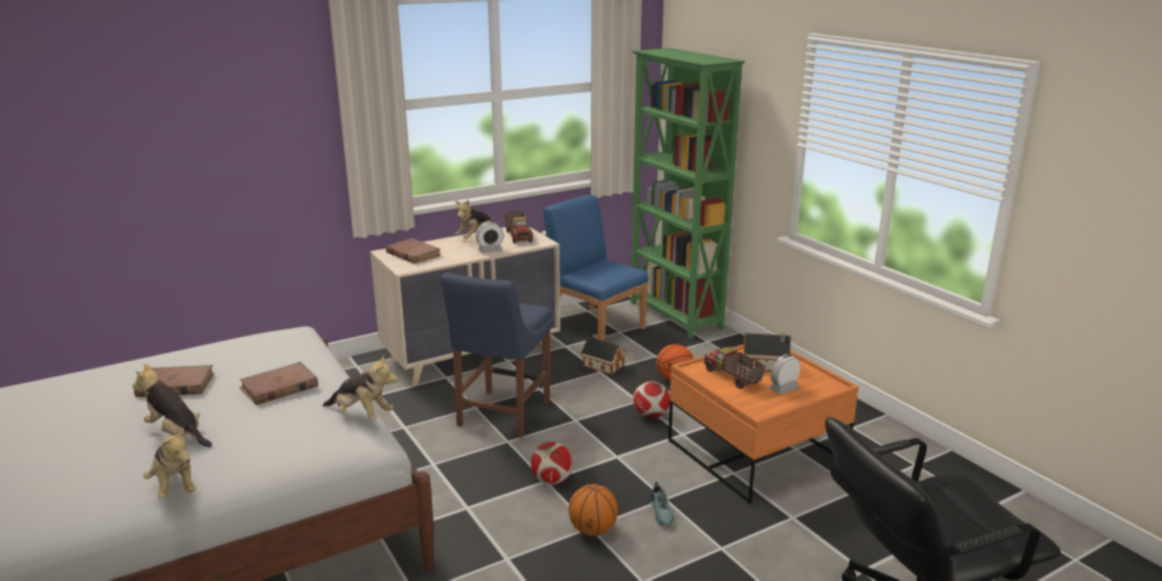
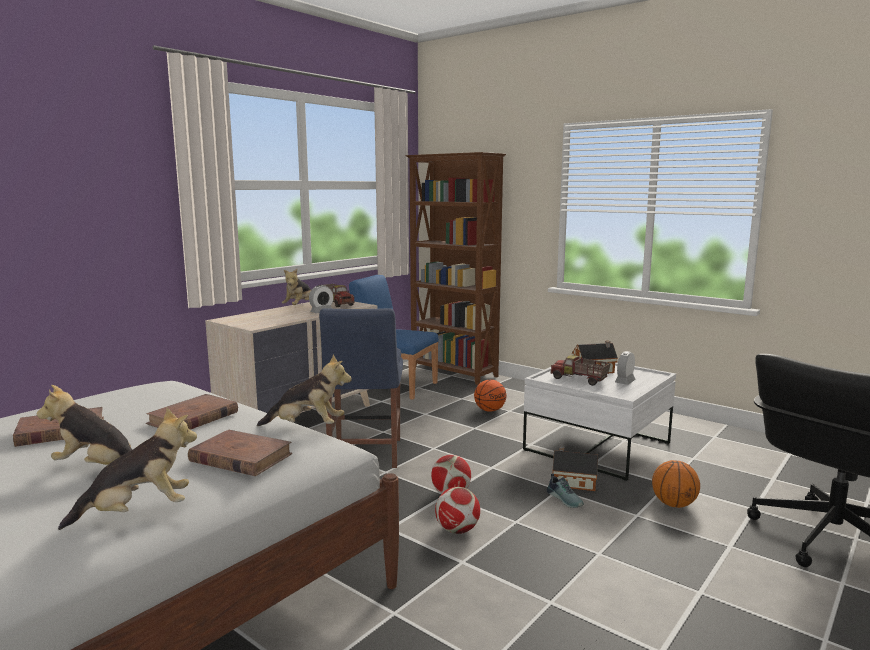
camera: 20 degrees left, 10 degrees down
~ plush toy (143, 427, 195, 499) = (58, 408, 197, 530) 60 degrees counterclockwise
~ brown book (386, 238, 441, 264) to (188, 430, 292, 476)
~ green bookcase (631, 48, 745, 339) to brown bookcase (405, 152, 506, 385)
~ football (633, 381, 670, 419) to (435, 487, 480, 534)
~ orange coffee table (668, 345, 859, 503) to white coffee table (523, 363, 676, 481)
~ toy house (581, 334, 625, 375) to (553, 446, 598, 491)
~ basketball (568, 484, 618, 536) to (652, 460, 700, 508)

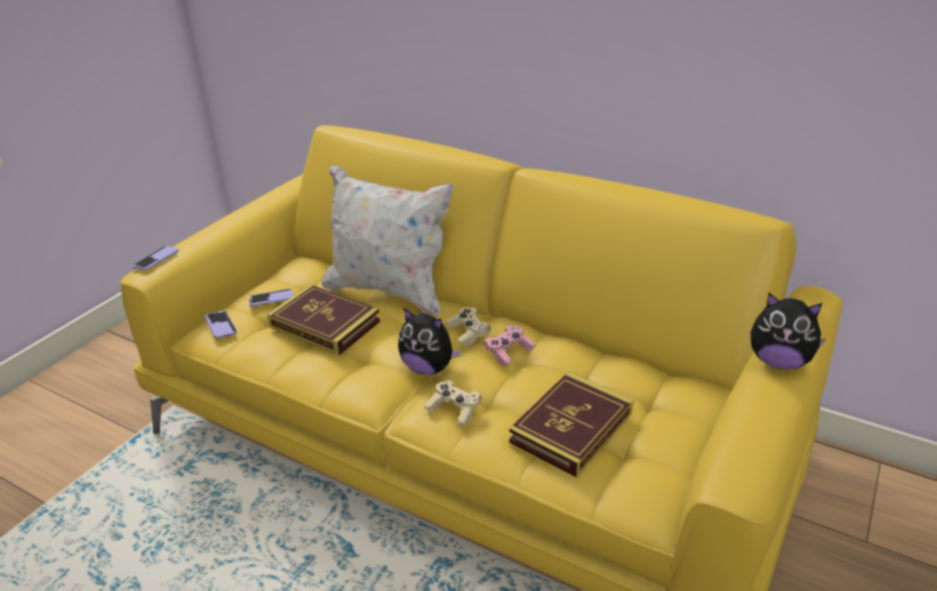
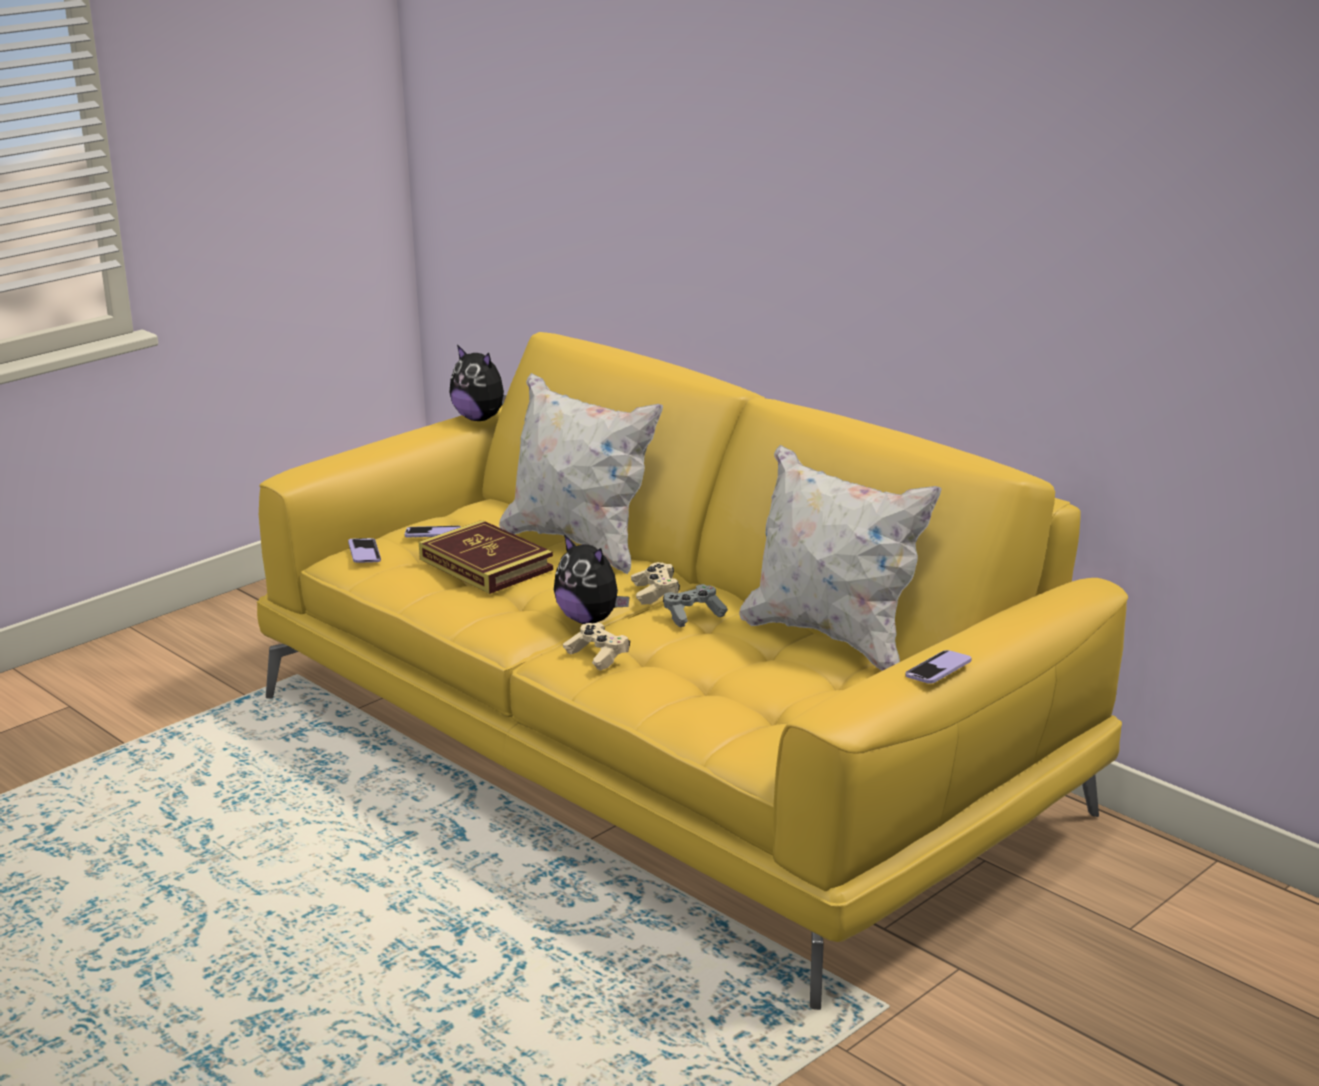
camera: 15 degrees right, 10 degrees down
~ plush toy (750, 293, 826, 369) to (449, 345, 507, 421)
~ pink game controller (484, 325, 536, 367) to grey game controller (663, 584, 728, 627)
+ white pillow (739, 445, 941, 671)
~ phone (132, 246, 179, 271) to (906, 650, 971, 684)
- book (509, 371, 634, 477)

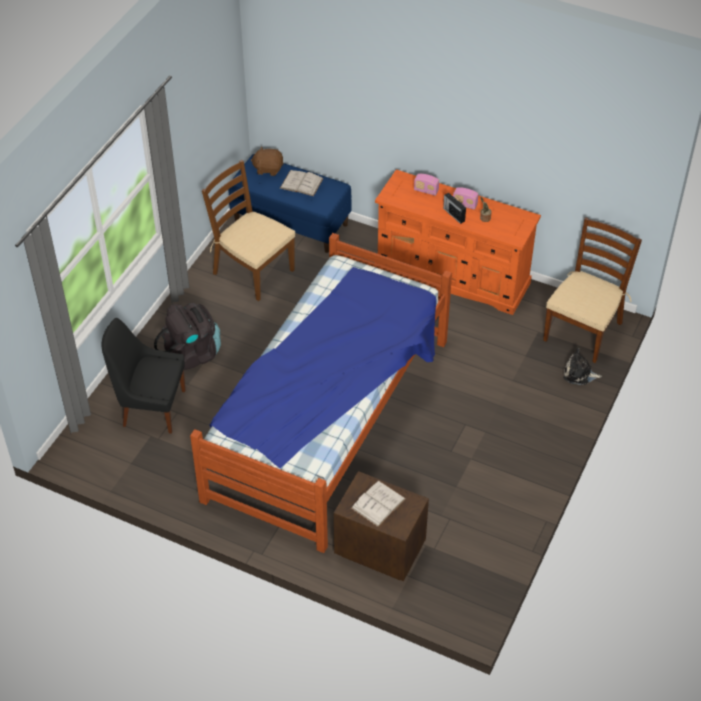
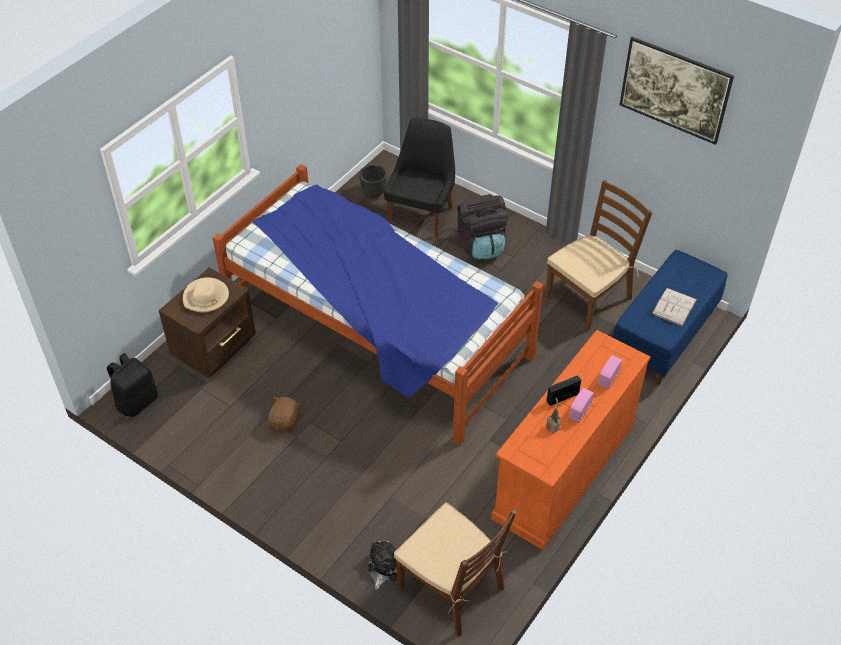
camera: 100 degrees right, 0 degrees up
+ black backpack (107, 353, 158, 417)
~ white book (351, 481, 406, 527) to beige hat (183, 277, 229, 312)
~ brown plush toy (251, 146, 284, 176) to (268, 397, 301, 431)
+ black planter (359, 165, 387, 198)
+ picture (619, 37, 734, 145)

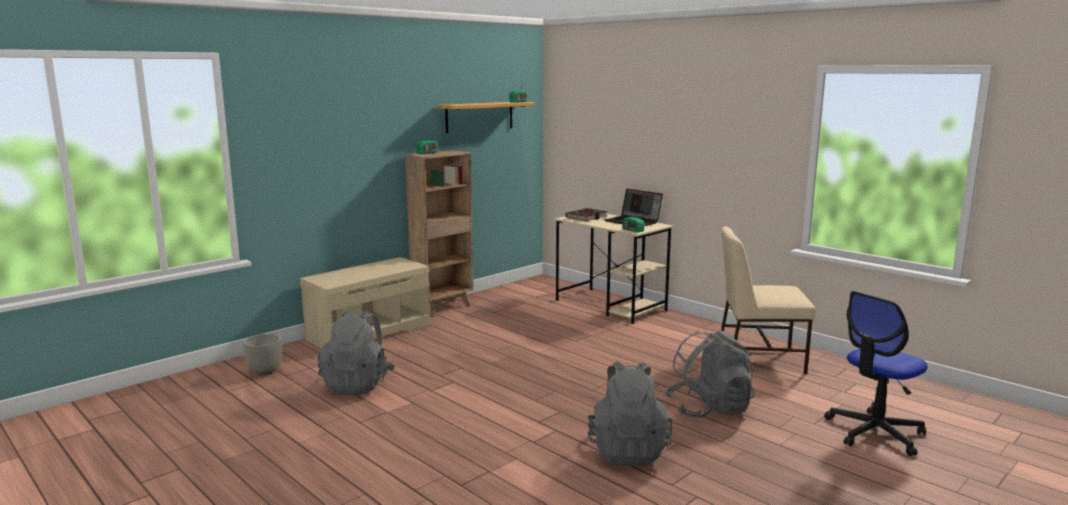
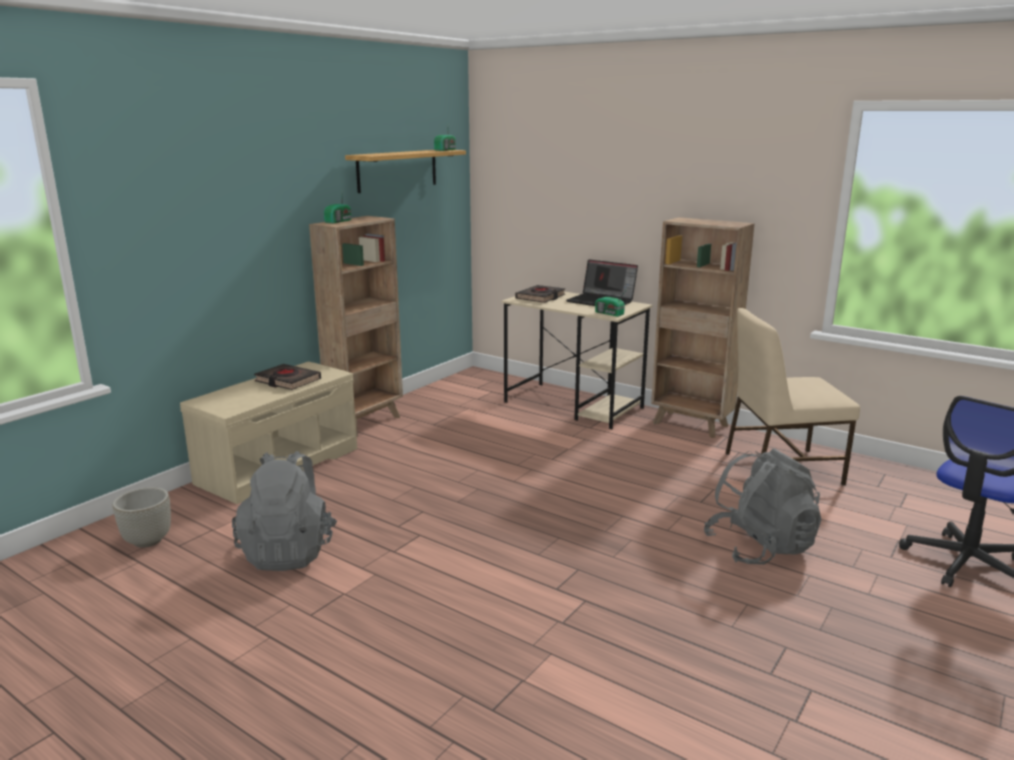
camera: 10 degrees left, 5 degrees up
+ black book (254, 364, 321, 390)
+ brown bookcase (651, 217, 755, 438)
- grey backpack (588, 361, 673, 466)

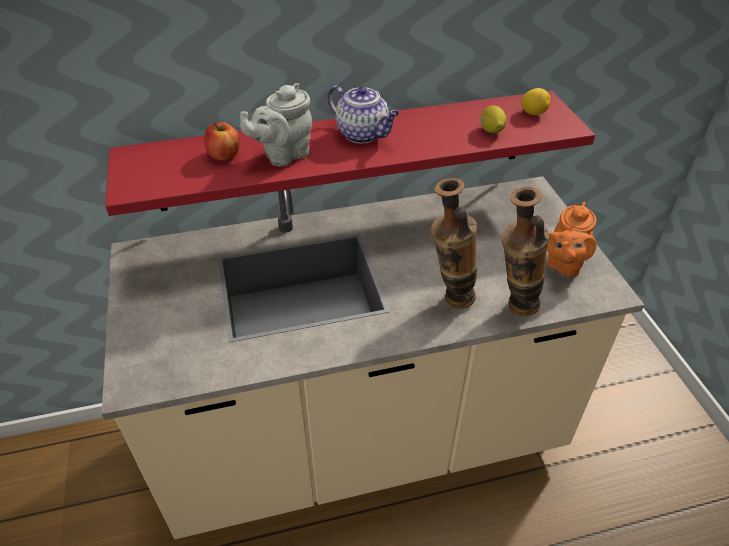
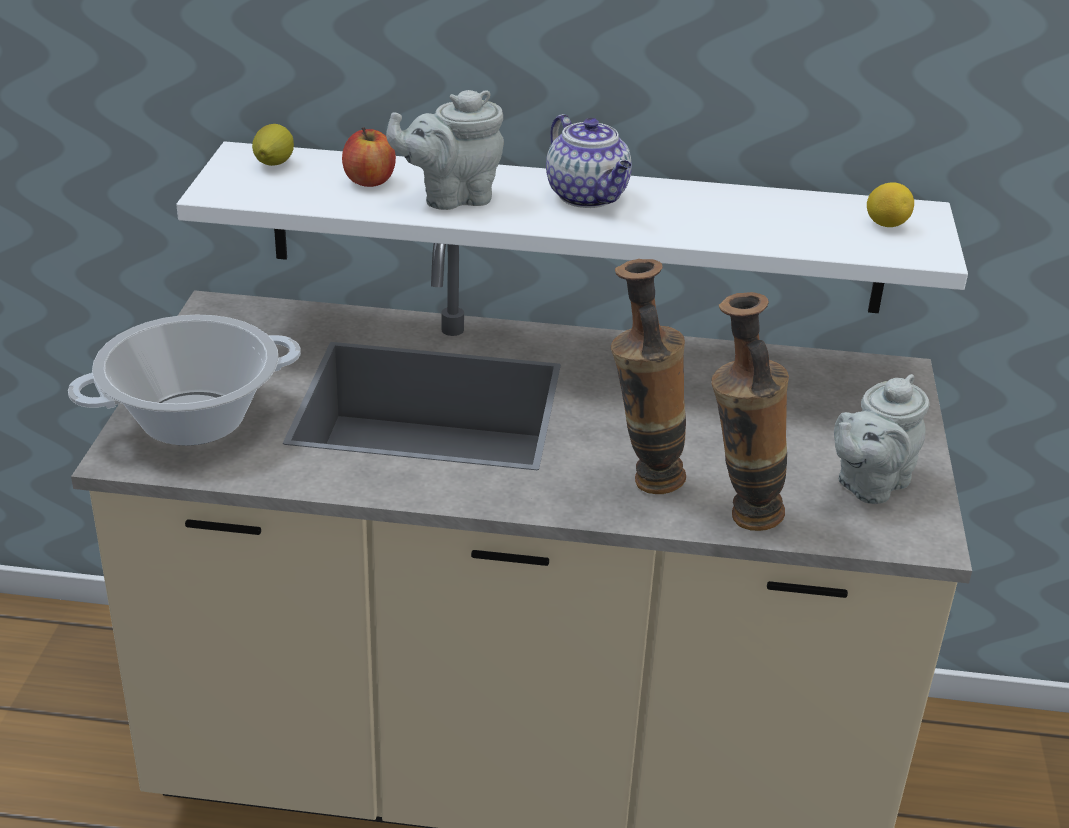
camera: 20 degrees right, 10 degrees down
+ cooking pot (68, 315, 301, 446)
~ red shelf (105, 90, 595, 216) to white shelf (176, 142, 968, 313)
~ lemon (480, 105, 506, 133) to (252, 124, 294, 166)
~ orange teapot (547, 202, 597, 278) to grey teapot (834, 374, 929, 504)

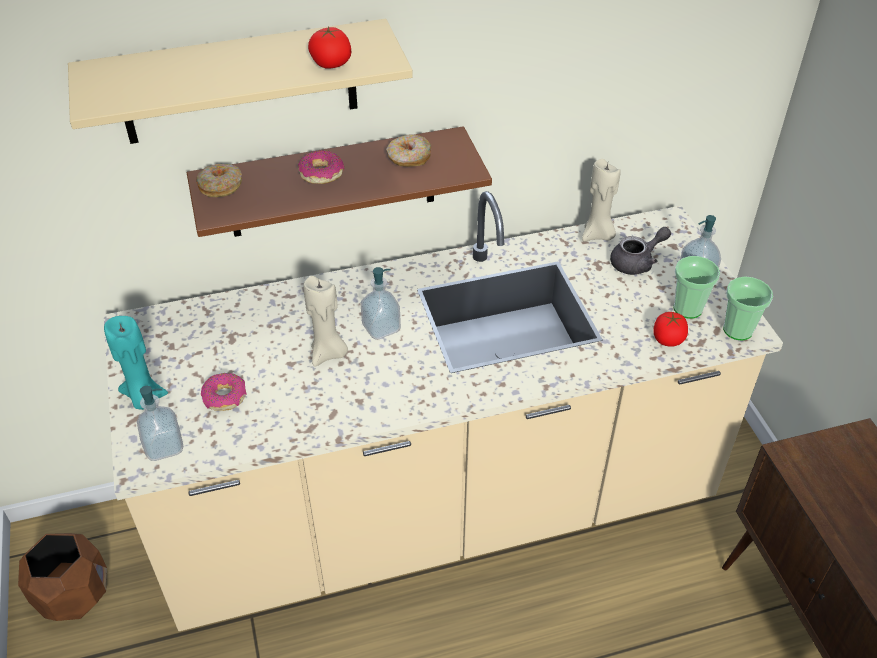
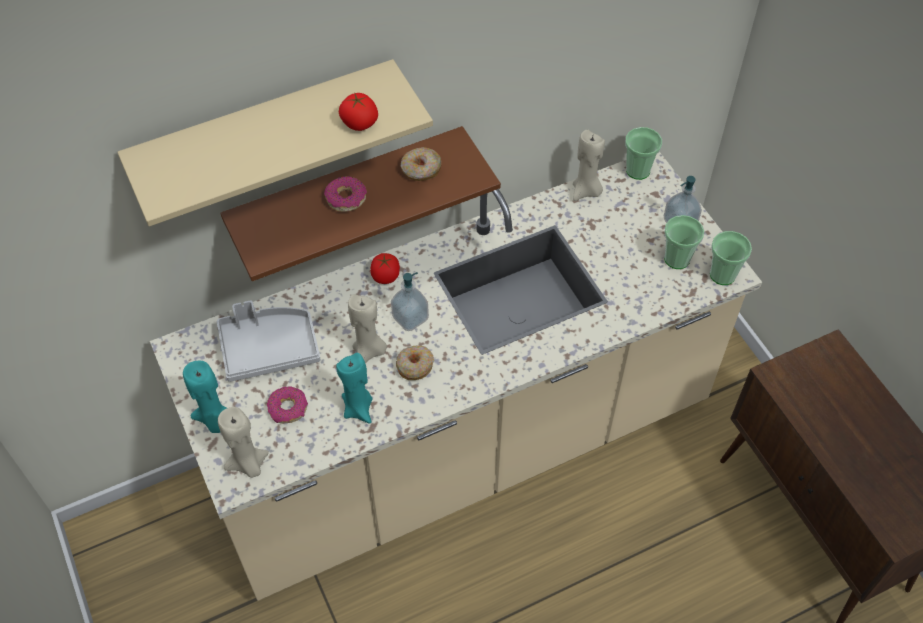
camera: 10 degrees left, 10 degrees up
+ grey tray (217, 300, 320, 382)
~ soap dispenser (137, 386, 183, 461) to beige candle (218, 407, 269, 478)
+ turquoise candle (336, 353, 373, 424)
~ tomato (653, 312, 688, 347) to (370, 253, 400, 284)
~ donut (196, 164, 242, 197) to (396, 345, 434, 380)
+ cup (625, 127, 662, 180)
- brown planter (18, 533, 107, 621)
- grey teapot (610, 227, 671, 275)

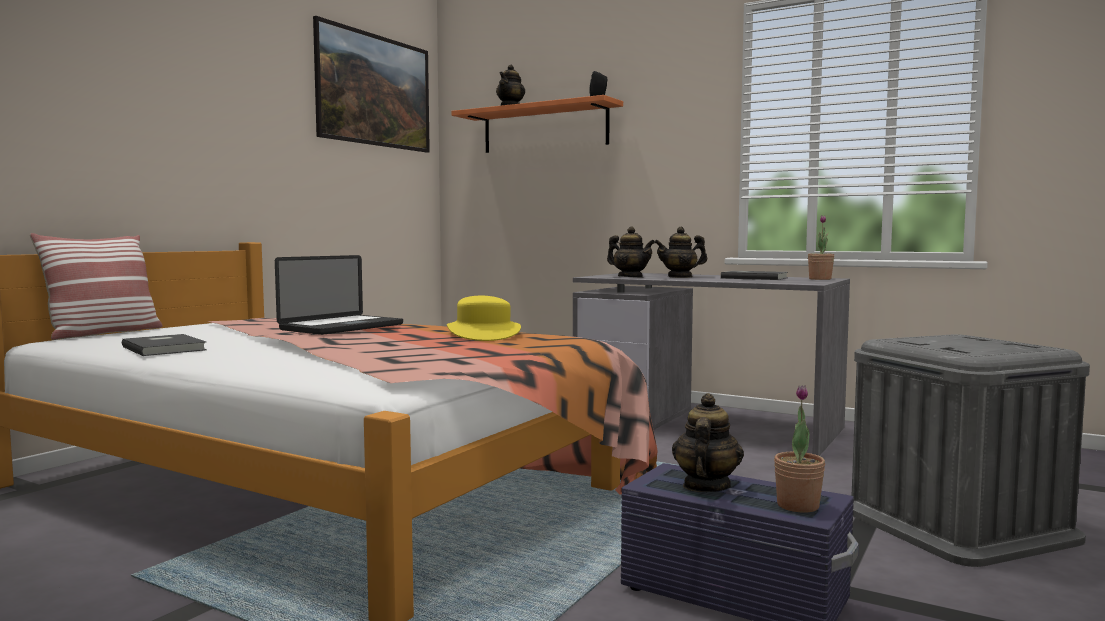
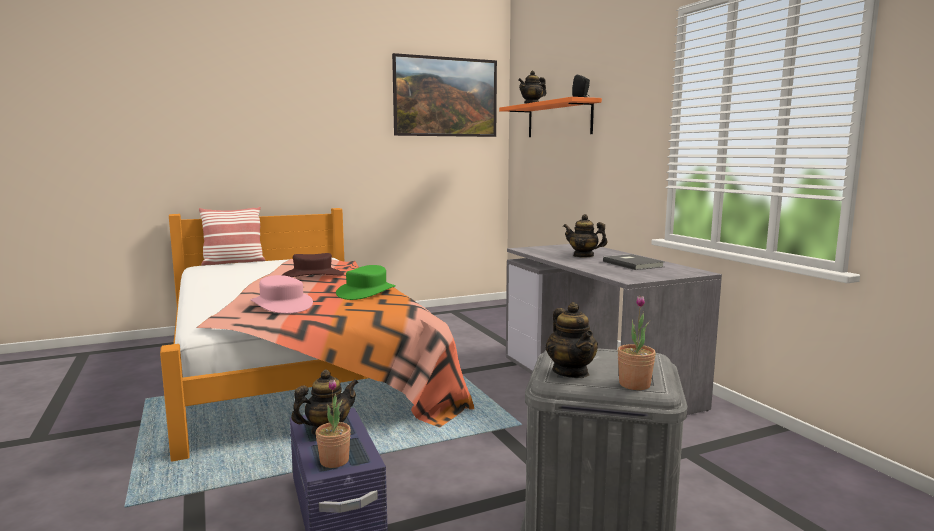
camera: 35 degrees right, 5 degrees up
+ pink hat (250, 275, 313, 314)
~ laptop (275, 255, 403, 335) to brown hat (282, 253, 344, 277)
~ yellow hat (447, 296, 521, 341) to green hat (336, 265, 396, 300)
~ teapot (607, 226, 655, 278) to (546, 302, 598, 378)
~ potted plant (808, 215, 834, 280) to (618, 295, 656, 390)
- grey book (122, 334, 207, 356)

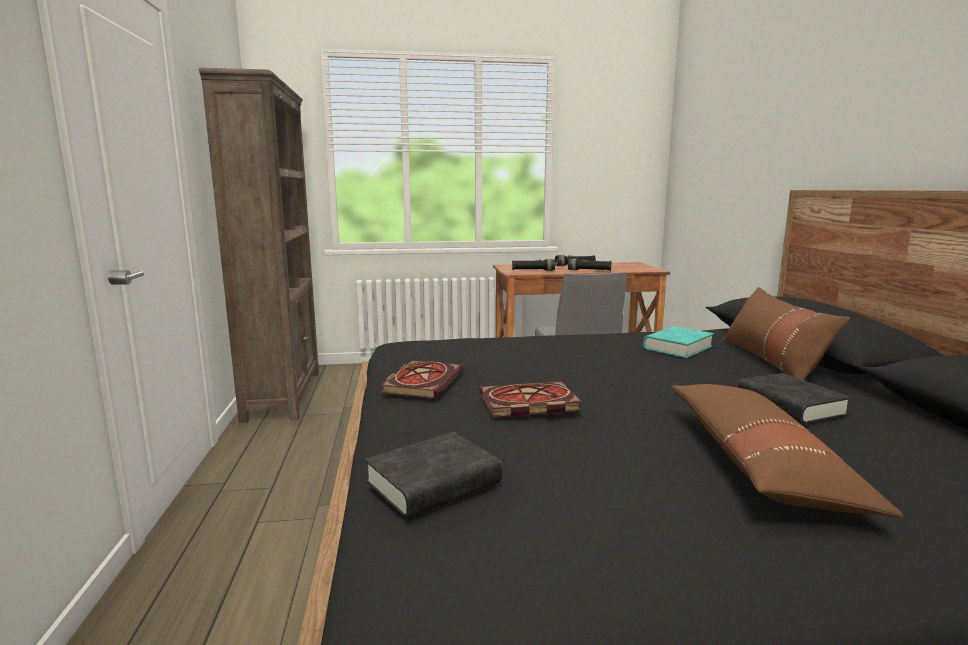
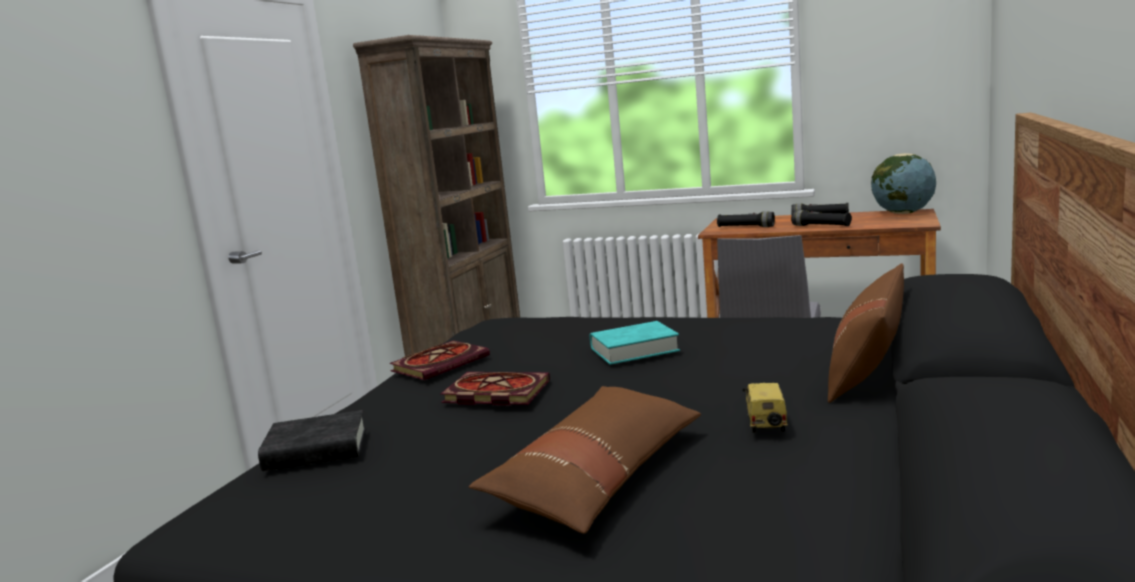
camera: 30 degrees right, 0 degrees up
~ turquoise book (643, 326, 714, 358) to (590, 321, 680, 365)
~ black book (737, 373, 851, 424) to toy car (743, 382, 788, 433)
+ globe (871, 153, 936, 214)

